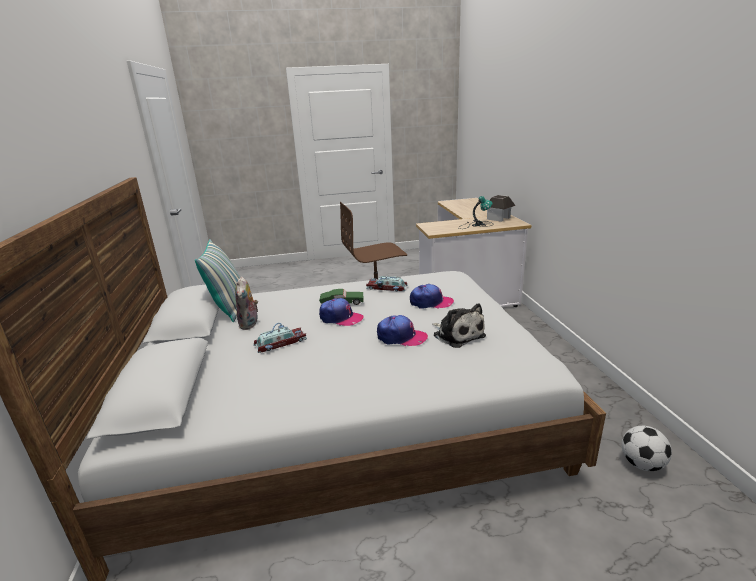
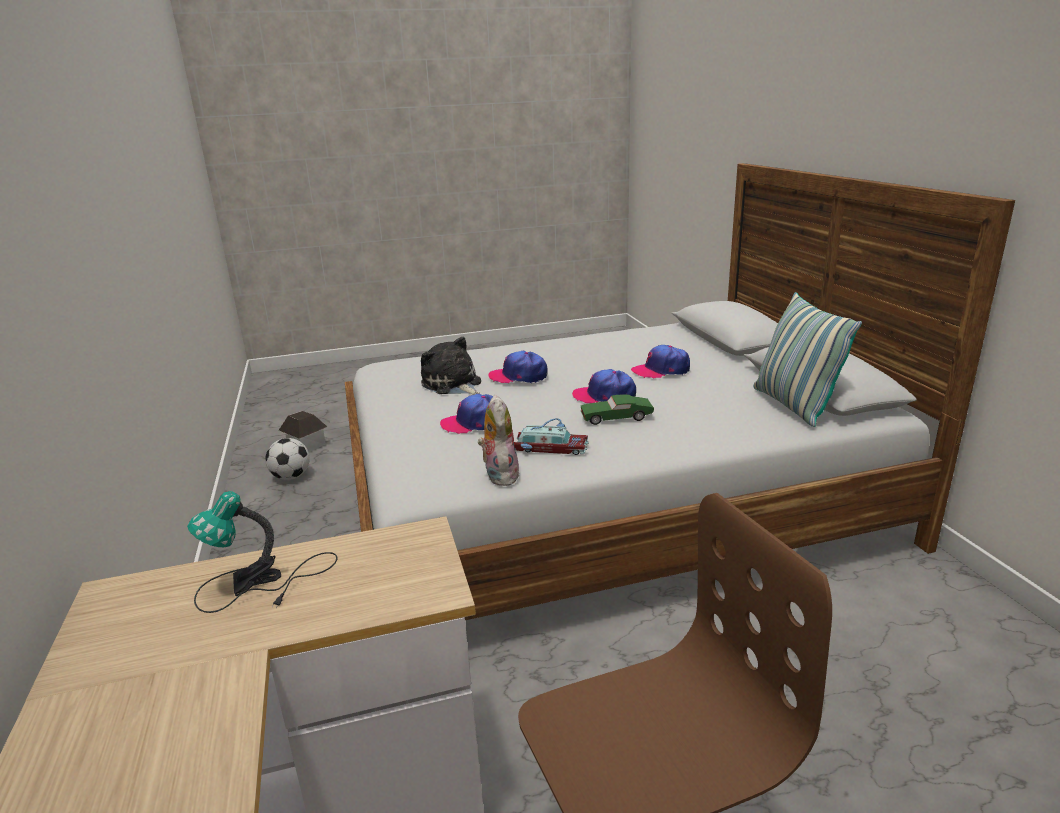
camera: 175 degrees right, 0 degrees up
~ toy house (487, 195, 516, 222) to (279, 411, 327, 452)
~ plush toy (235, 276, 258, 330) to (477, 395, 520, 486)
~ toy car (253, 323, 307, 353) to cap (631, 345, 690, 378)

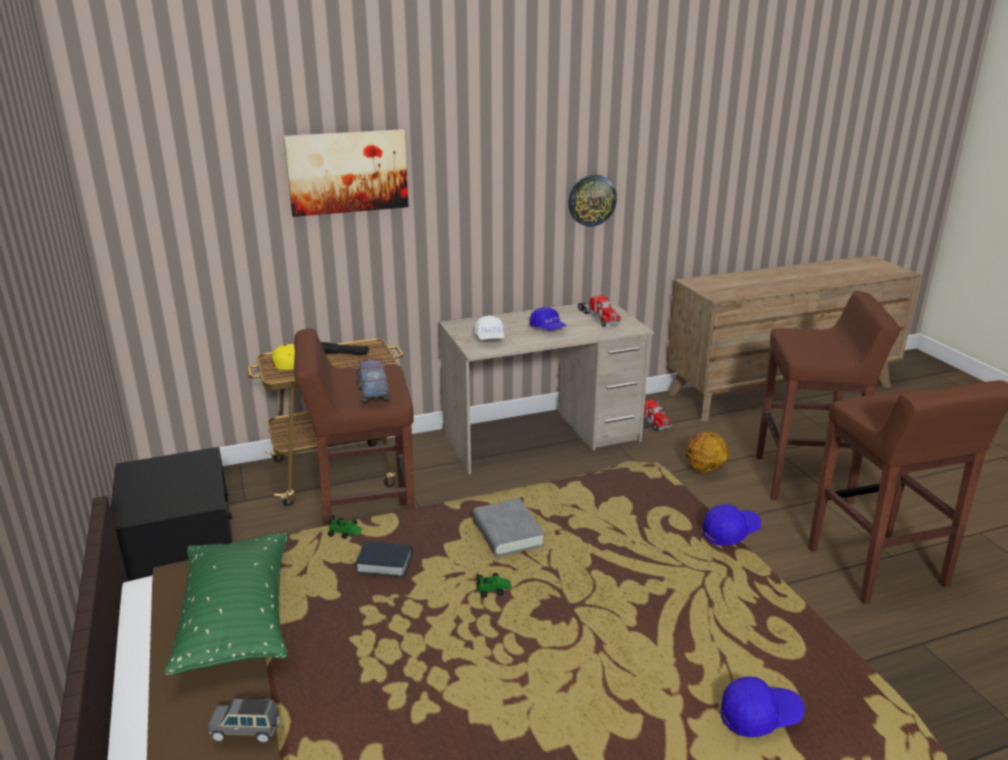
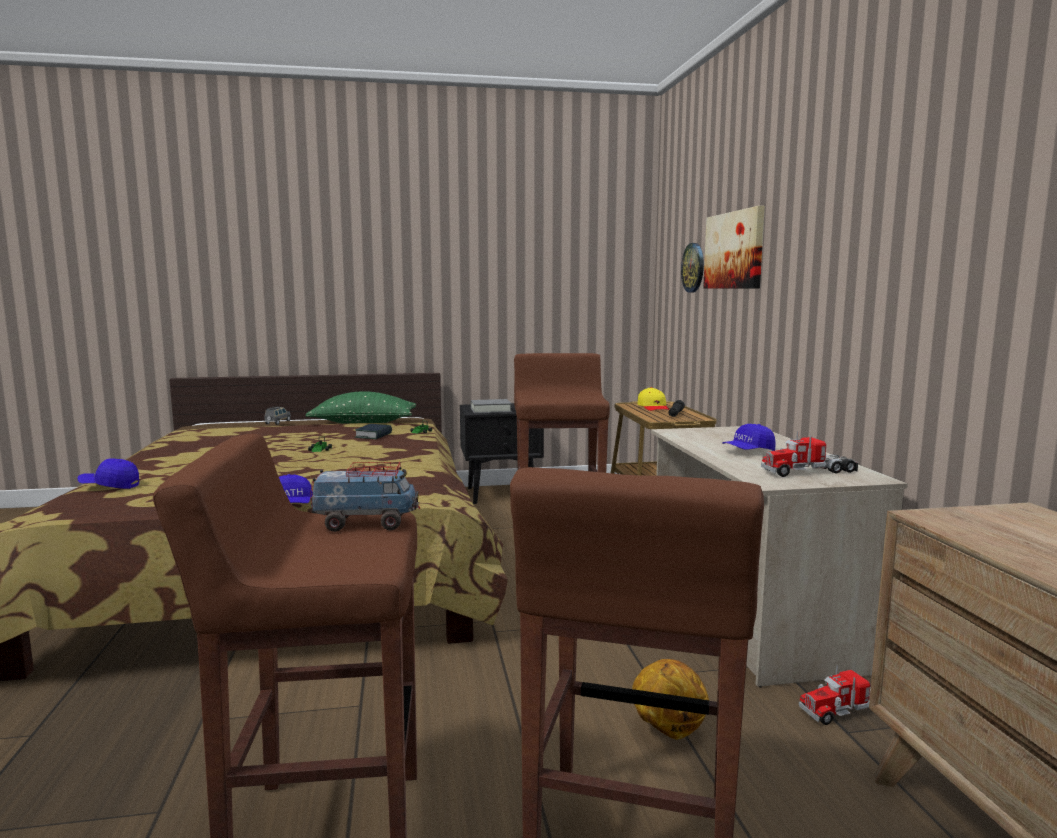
camera: 100 degrees right, 15 degrees down
~ blue cap (720, 677, 804, 737) = (77, 458, 139, 489) 90 degrees clockwise
~ toy truck (356, 356, 390, 403) to (310, 462, 421, 532)
~ grey book (473, 498, 545, 557) to (471, 399, 512, 414)
~ wall clock (569, 175, 617, 227) to (681, 243, 704, 293)
- white cap (474, 316, 505, 340)

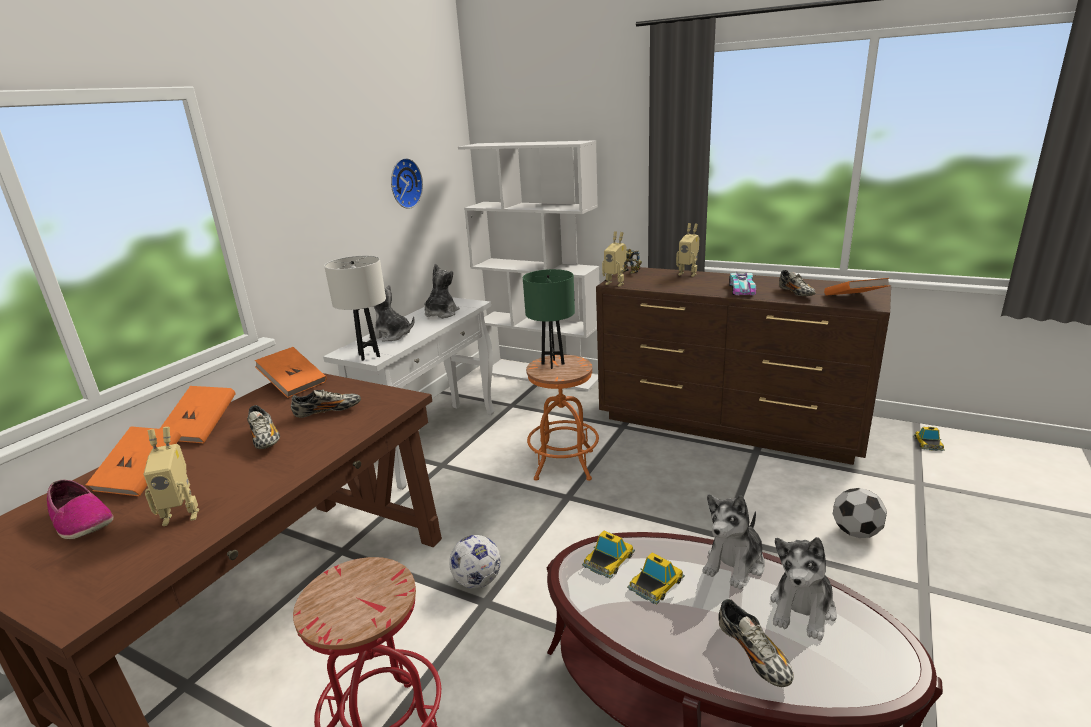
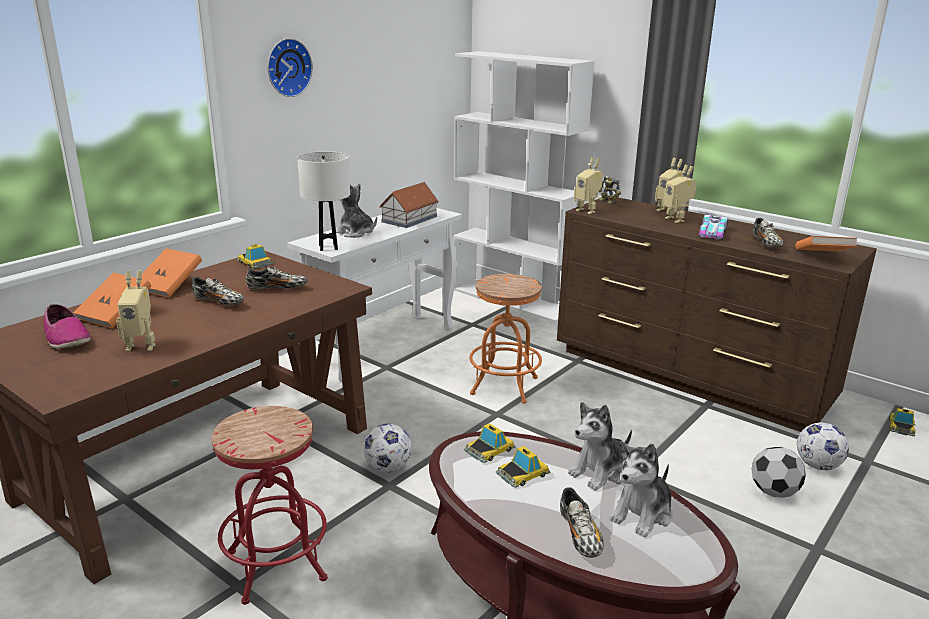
camera: 10 degrees right, 0 degrees up
~ shoe (247, 405, 280, 449) = (192, 276, 244, 305) 45 degrees counterclockwise
~ orange book (255, 347, 327, 398) to toy car (237, 244, 273, 269)
~ wall clock (391, 158, 423, 209) to (268, 38, 313, 97)
~ plush toy (424, 263, 460, 318) to toy house (379, 182, 439, 228)
+ toy robot (663, 164, 697, 223)
+ football (797, 423, 849, 470)
- green table lamp (523, 269, 575, 369)

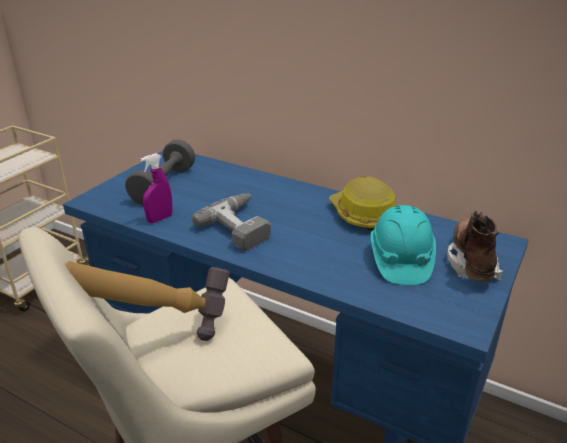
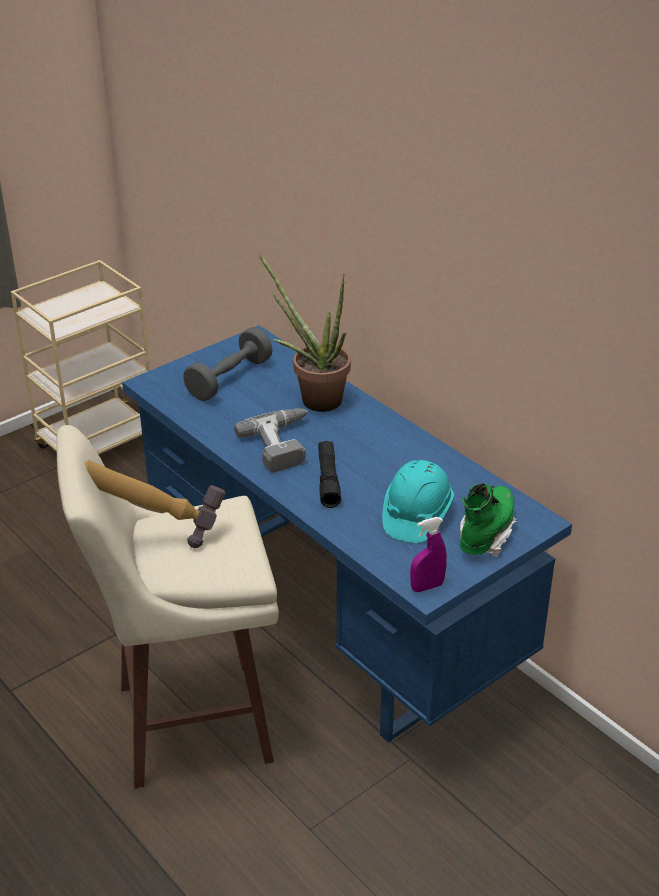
camera: 20 degrees right, 5 degrees up
+ potted plant (257, 253, 351, 412)
+ black flashlight (318, 441, 341, 508)
~ purple spray bottle (140, 153, 173, 223) to (410, 517, 447, 592)
~ brown boot (447, 211, 503, 281) to green boot (460, 483, 517, 557)
- hard hat (329, 176, 397, 231)

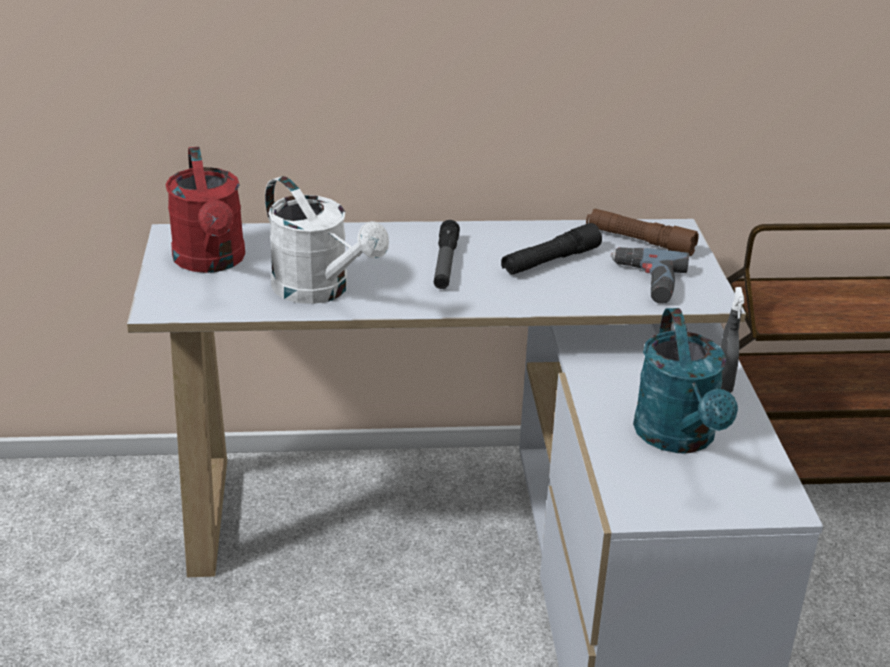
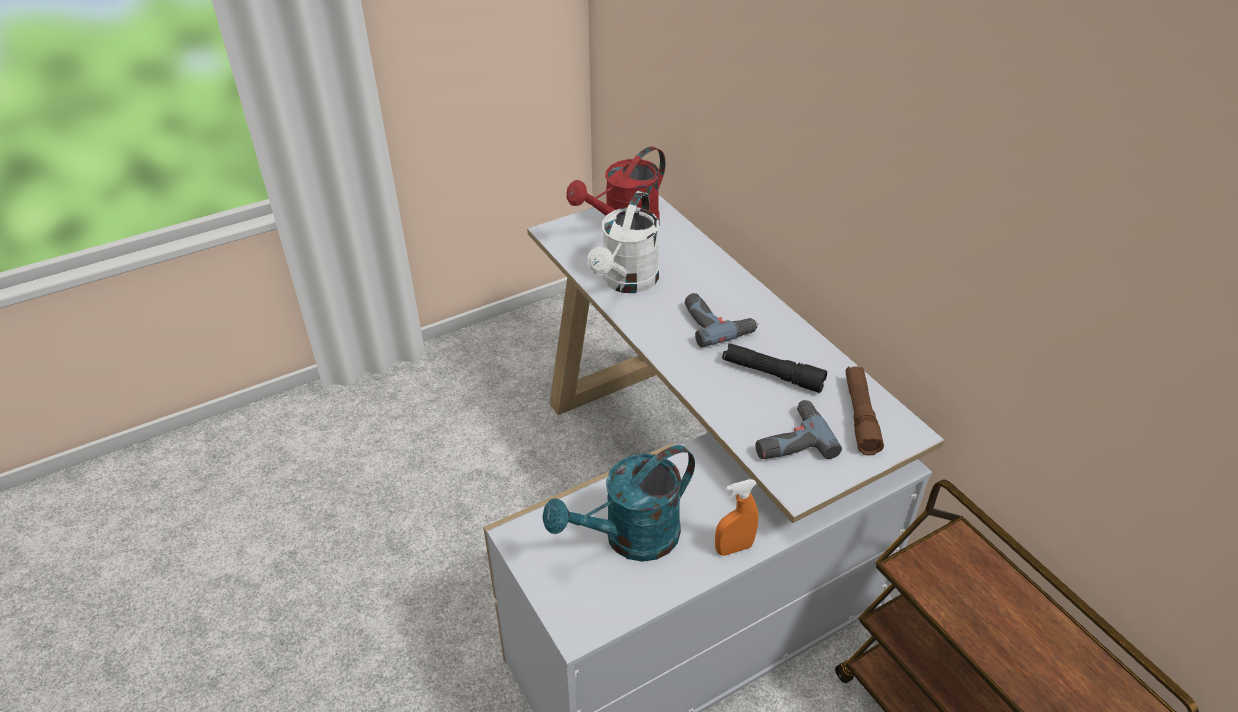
camera: 65 degrees right, 10 degrees up
~ flashlight (434, 220, 460, 289) to power drill (685, 293, 758, 348)
~ grey spray bottle (721, 287, 744, 393) to orange spray bottle (715, 479, 759, 556)

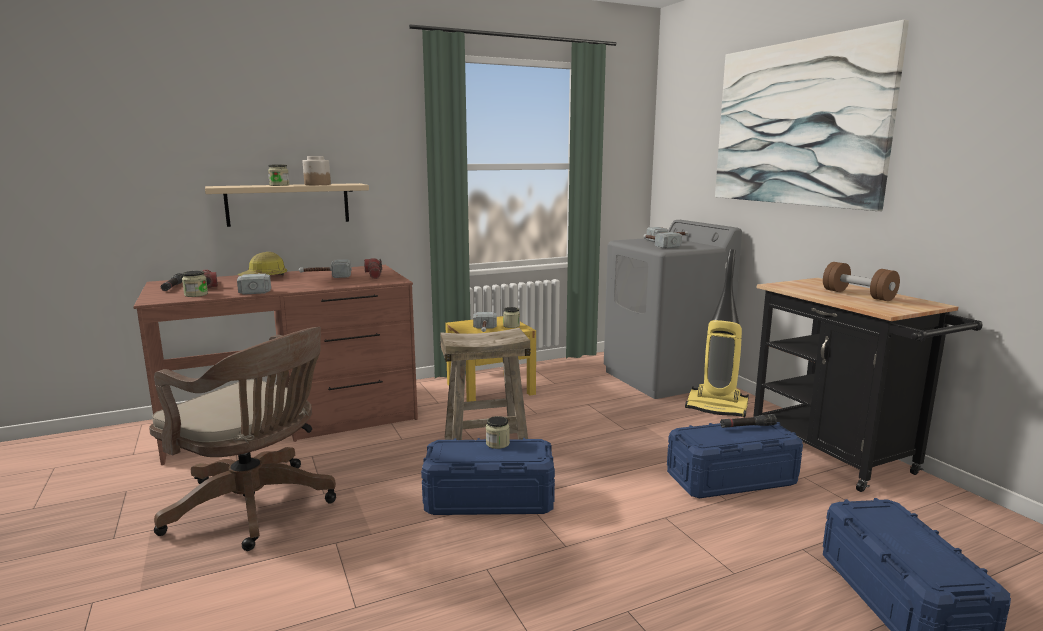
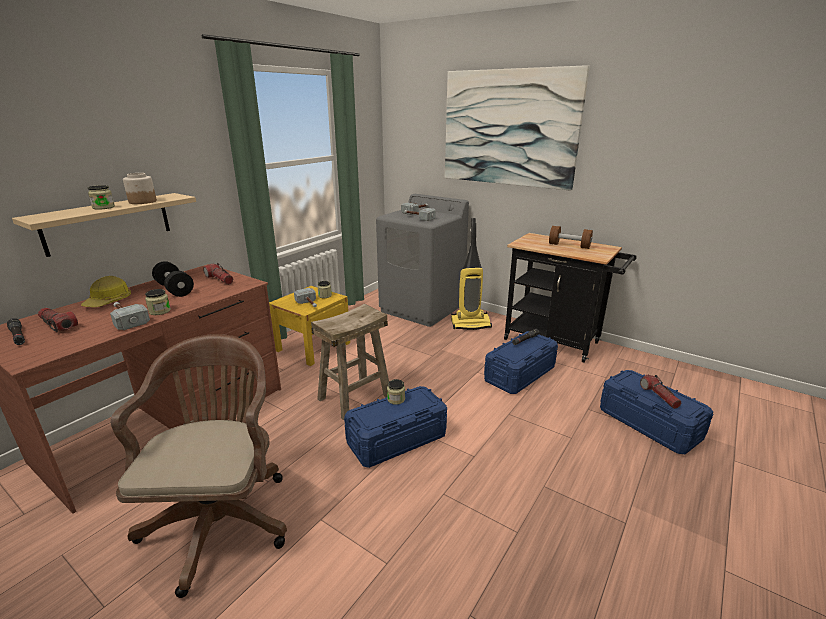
camera: 30 degrees left, 10 degrees up
~ brown office chair (149, 327, 336, 551) = (111, 334, 287, 598) 90 degrees counterclockwise
~ jar (182, 271, 208, 297) to (145, 289, 171, 315)
~ hammer (299, 259, 352, 278) to black dumbbell (152, 261, 194, 297)
+ flashlight (640, 375, 681, 409)

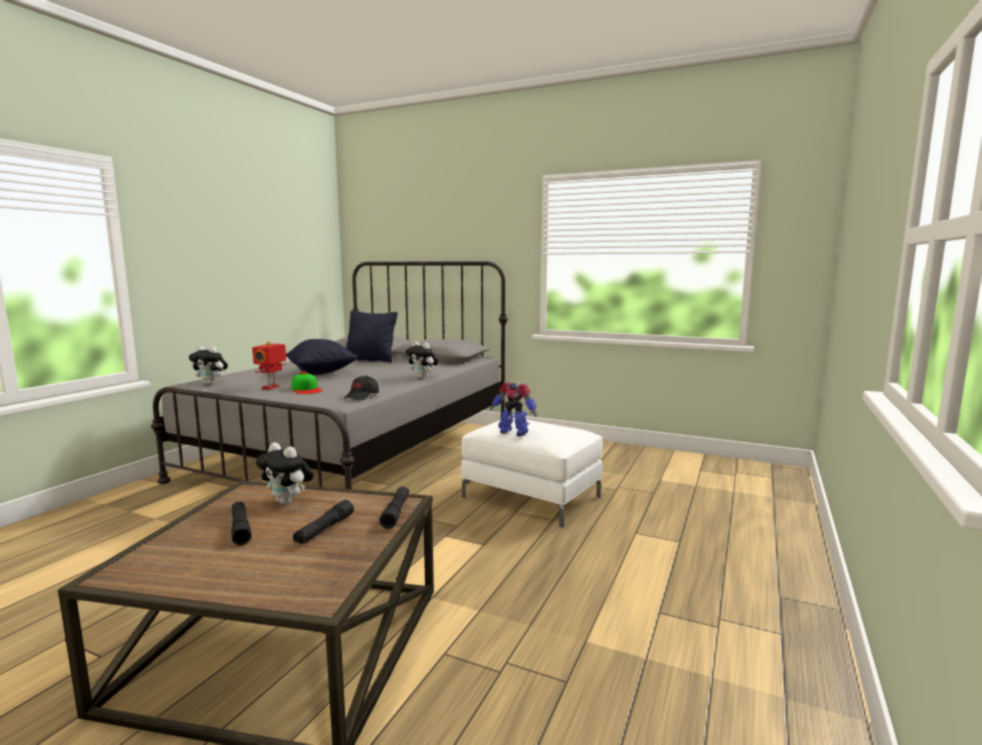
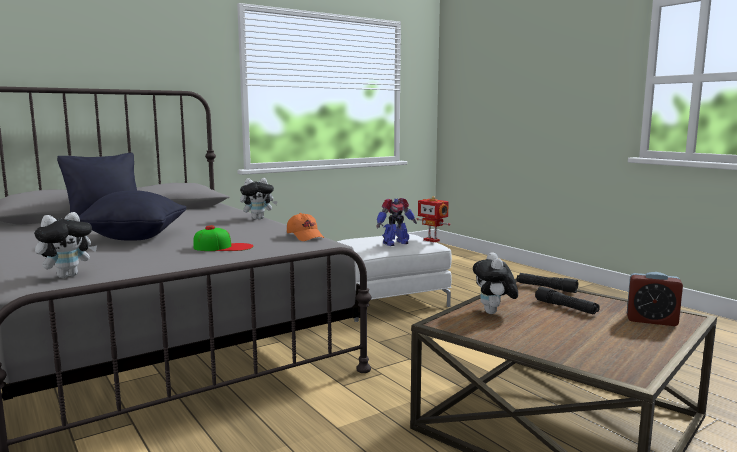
camera: 60 degrees left, 0 degrees up
~ black cap (344, 375, 379, 401) to orange cap (287, 213, 324, 241)
~ toy robot (252, 341, 286, 390) to (417, 196, 450, 242)
~ plush toy (256, 442, 314, 505) = (473, 252, 518, 314) 120 degrees clockwise
+ alarm clock (627, 272, 683, 326)
- black flashlight (231, 502, 252, 545)

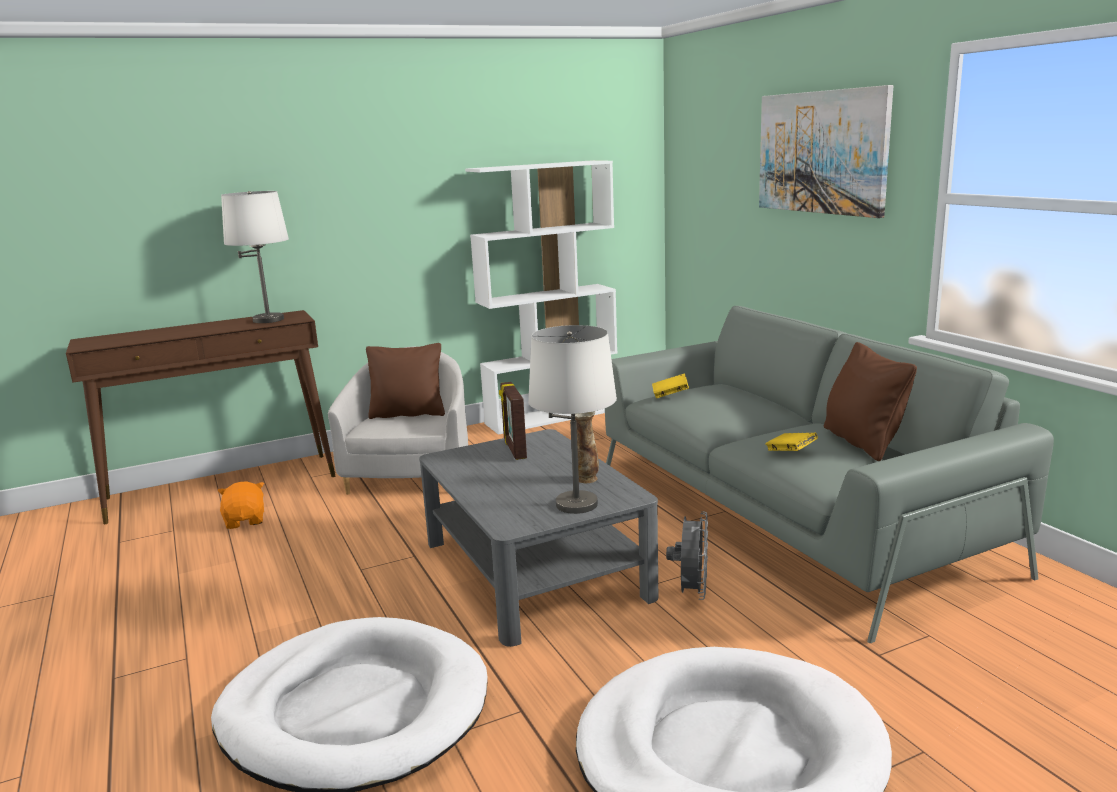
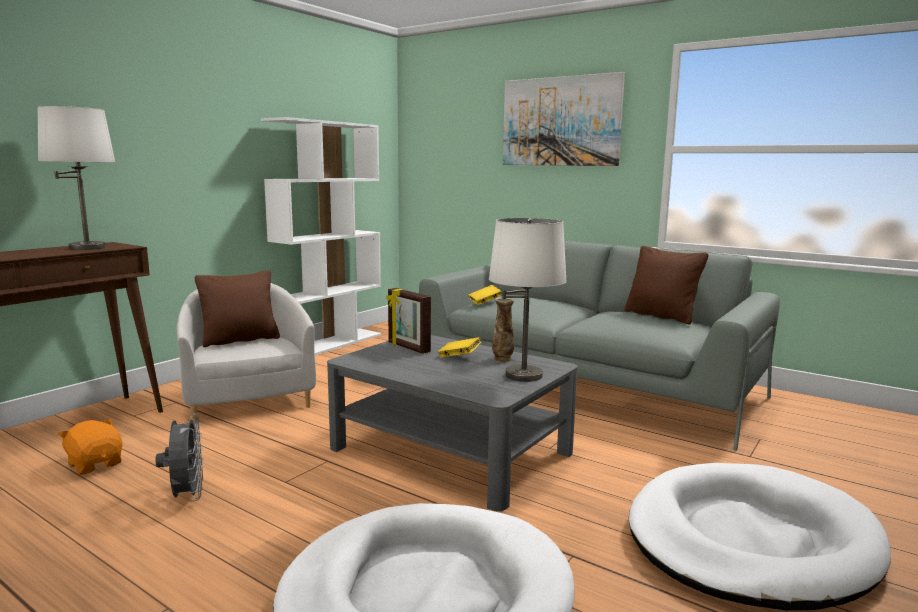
camera: 30 degrees left, 5 degrees down
~ grey fan (666, 511, 708, 600) to (156, 413, 203, 501)
~ yellow book (765, 433, 818, 451) to (438, 337, 481, 358)

